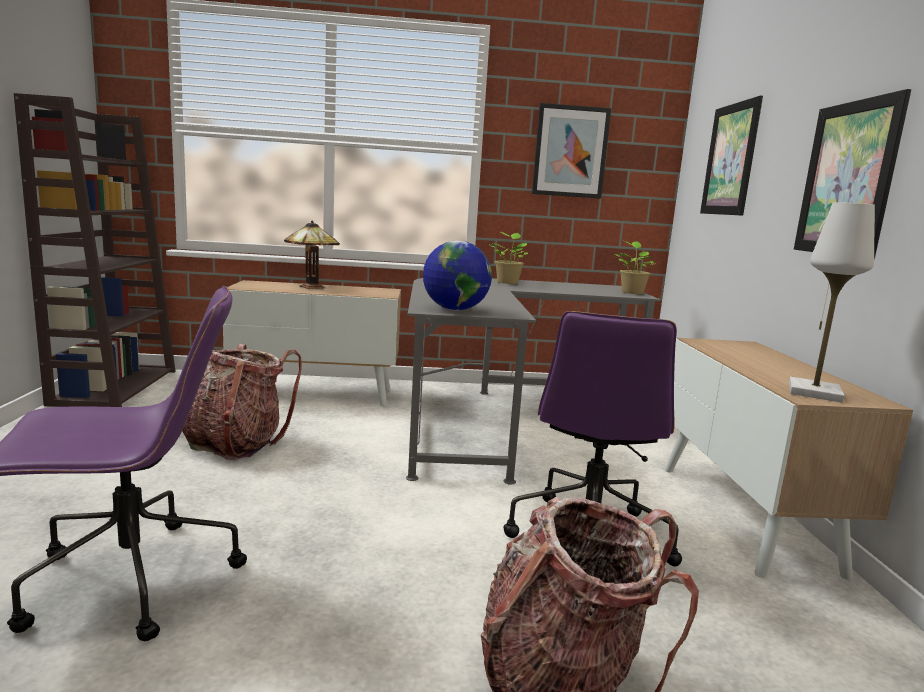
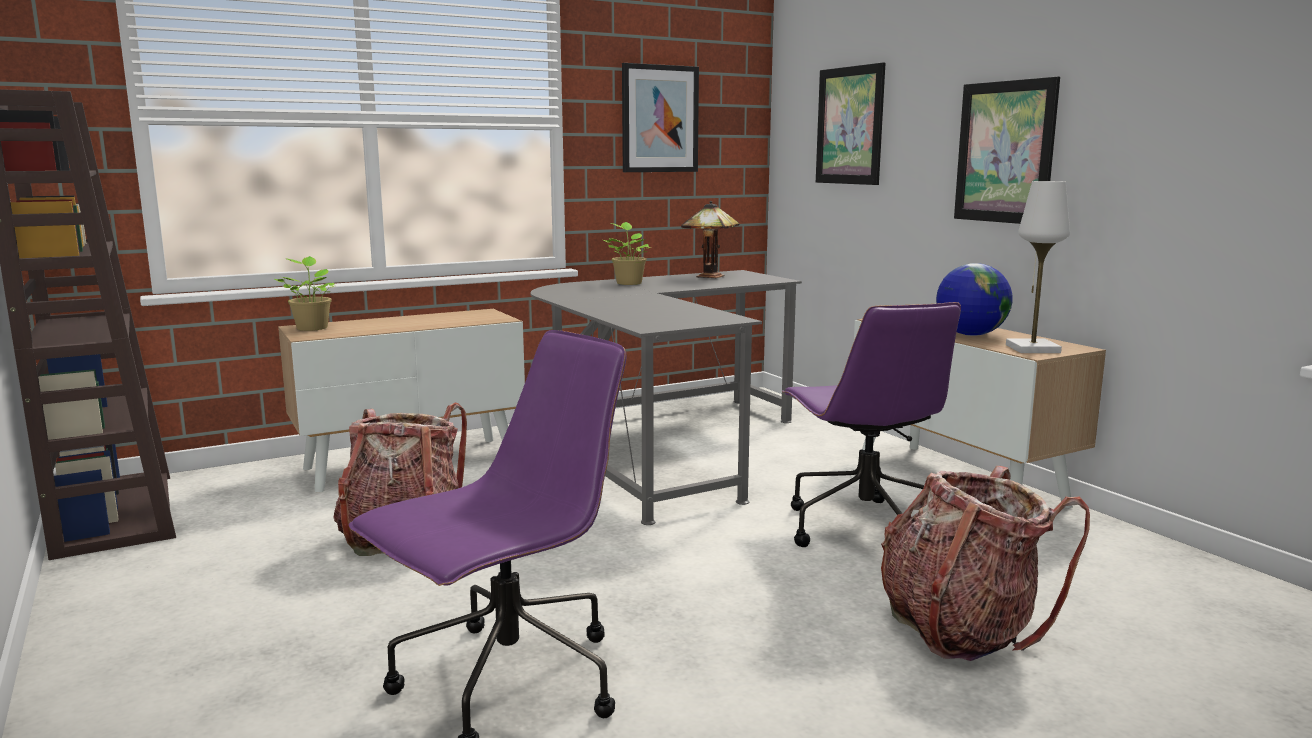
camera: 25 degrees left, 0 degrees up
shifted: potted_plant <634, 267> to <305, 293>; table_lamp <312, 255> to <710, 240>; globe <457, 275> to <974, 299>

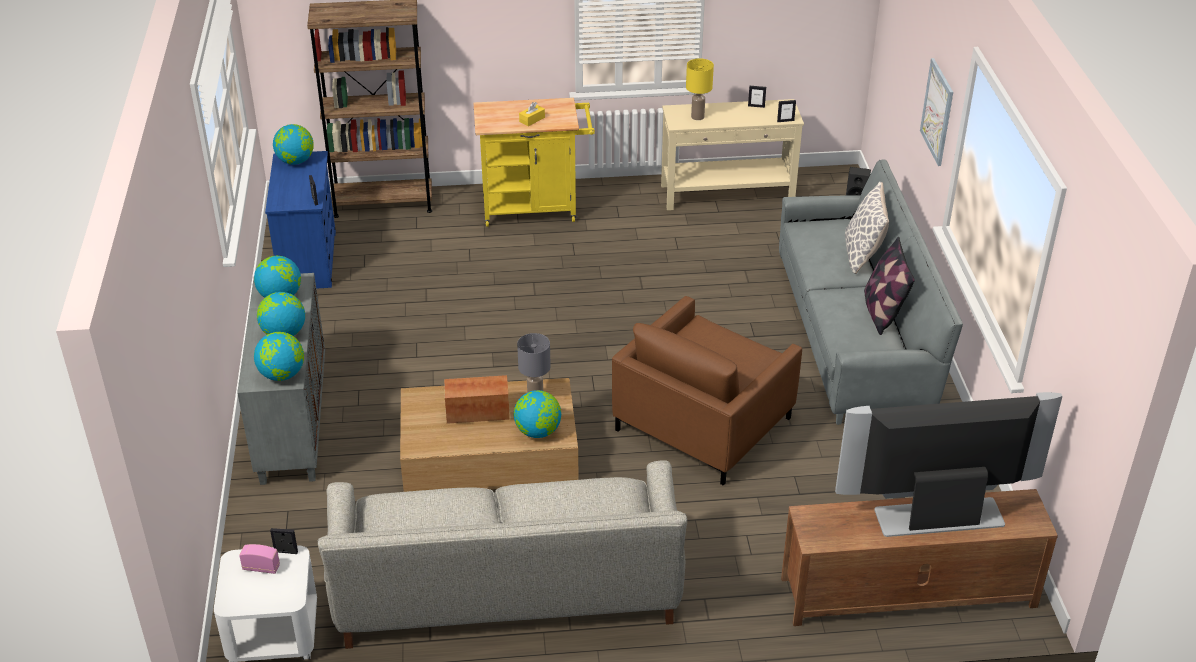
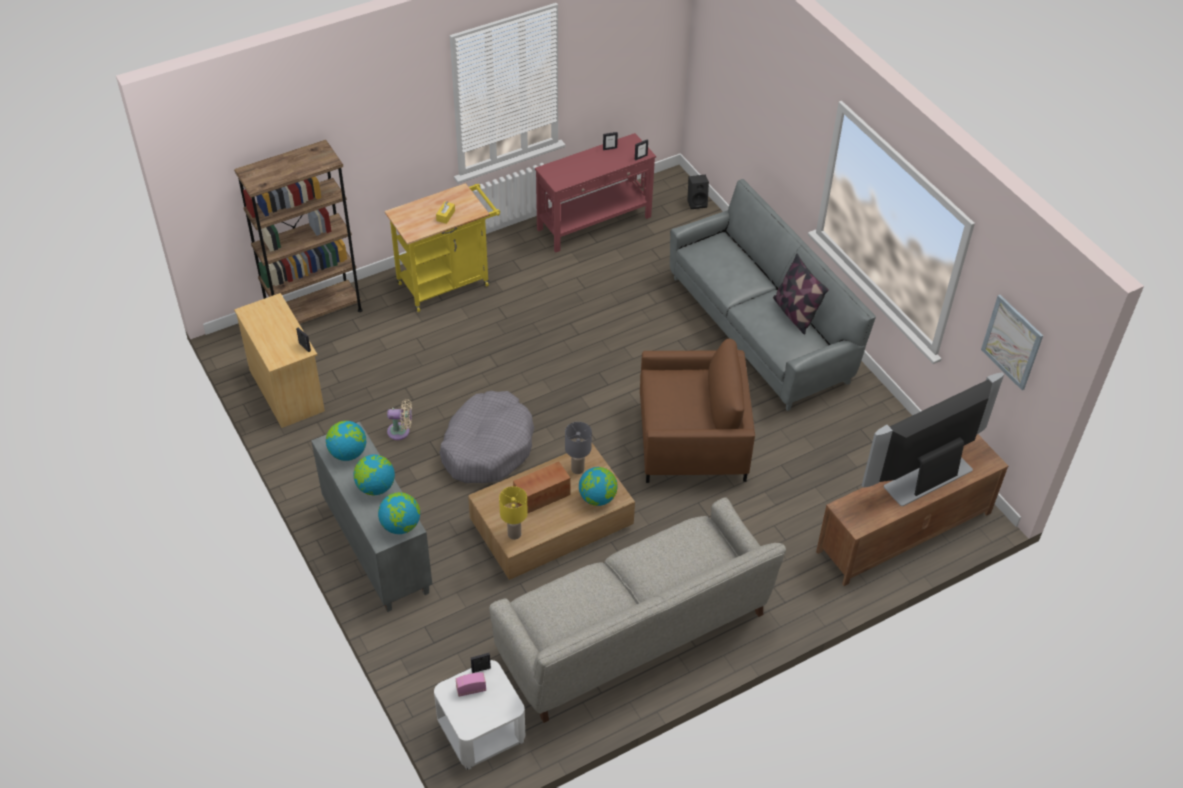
camera: 25 degrees left, 10 degrees up
gone: globe <293, 144>; pillow <867, 228>
new: beige_fan <399, 419>; grey_dog_bed <486, 437>
shifted: yellow_table_lamp <700, 89> to <513, 513>; picture <936, 112> to <1012, 342>
repainted: blue_dresser <300, 220> to beige_dresser <279, 360>; beige_console_table <732, 154> to red_console_table <595, 193>
rotated: brown_armchair <707, 391> = <697, 411> 105 degrees counterclockwise

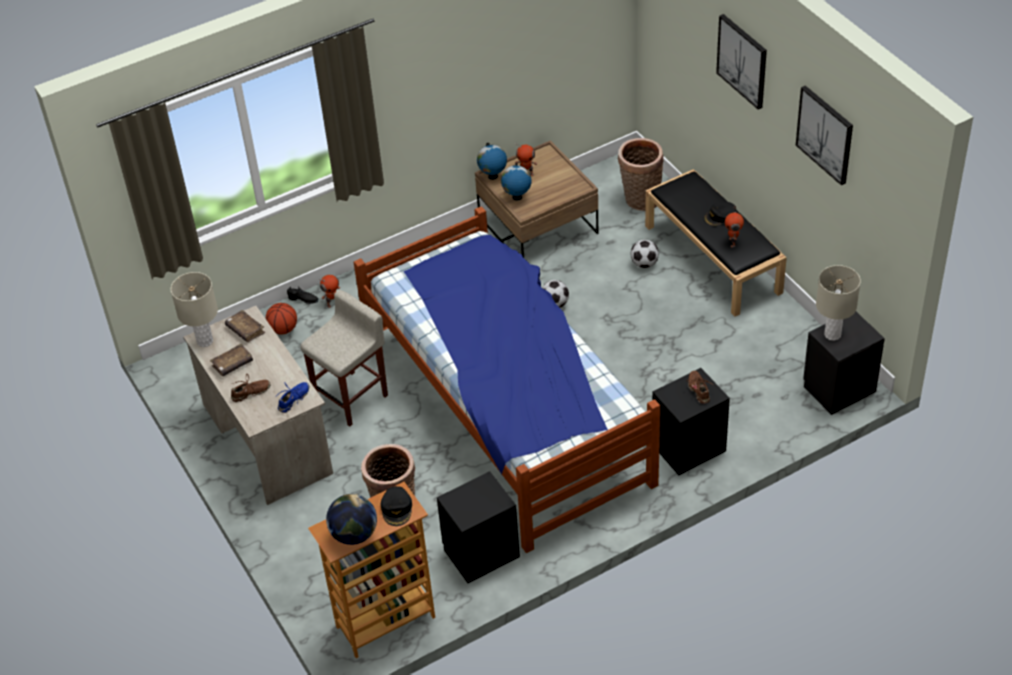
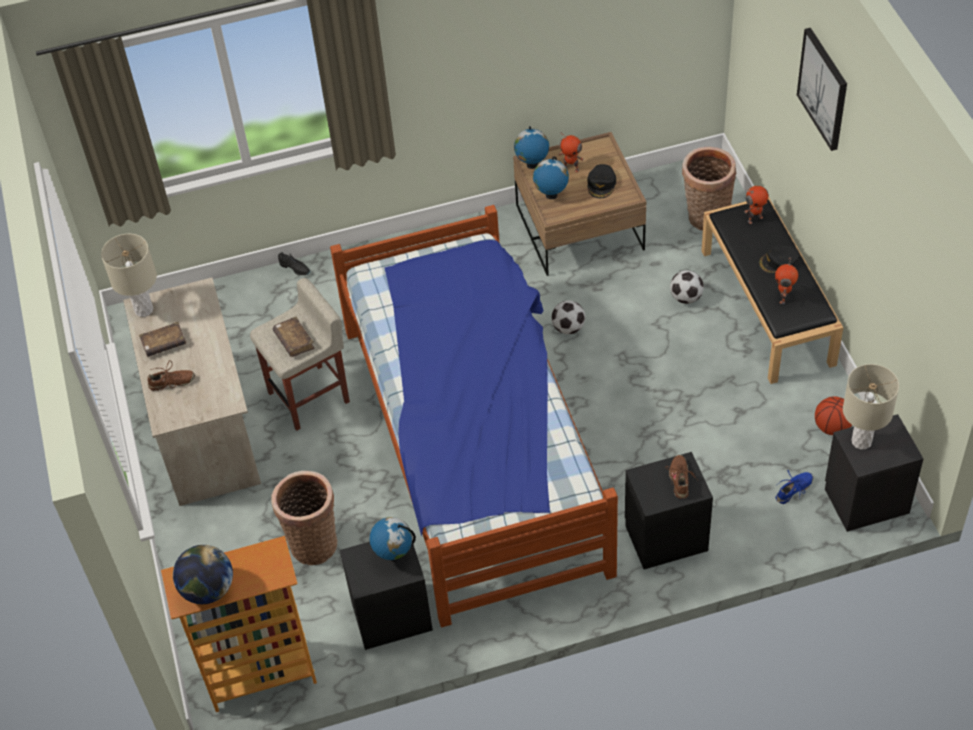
camera: 15 degrees right, 5 degrees up
gone: picture <824, 135>
new: globe <393, 539>
shifted: brown_book <245, 326> to <294, 337>; black_cap <396, 506> to <601, 181>; toy_robot <329, 291> to <756, 205>; blue_shoe <292, 397> to <794, 487>; basketball <281, 318> to <833, 416>

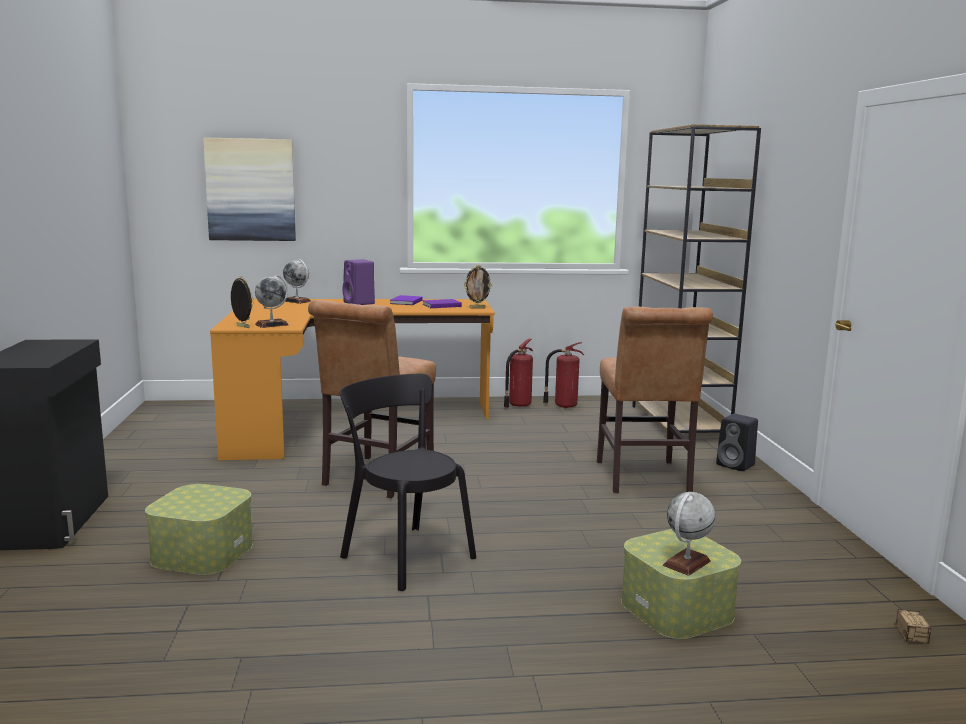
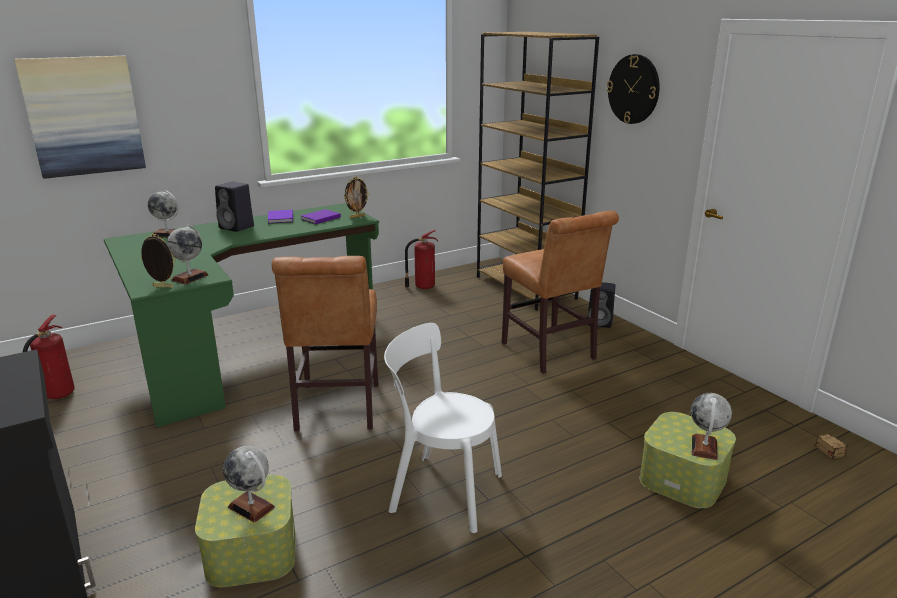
camera: 25 degrees left, 10 degrees up
new: globe <249, 484>; wall_clock <633, 89>
shifted: fire_extinguisher <518, 373> to <49, 356>
repainted: orange_desk <352, 379> to green_desk <241, 315>; purple_speaker <358, 282> to black_speaker <234, 206>; black_chair <407, 482> to white_chair <443, 428>

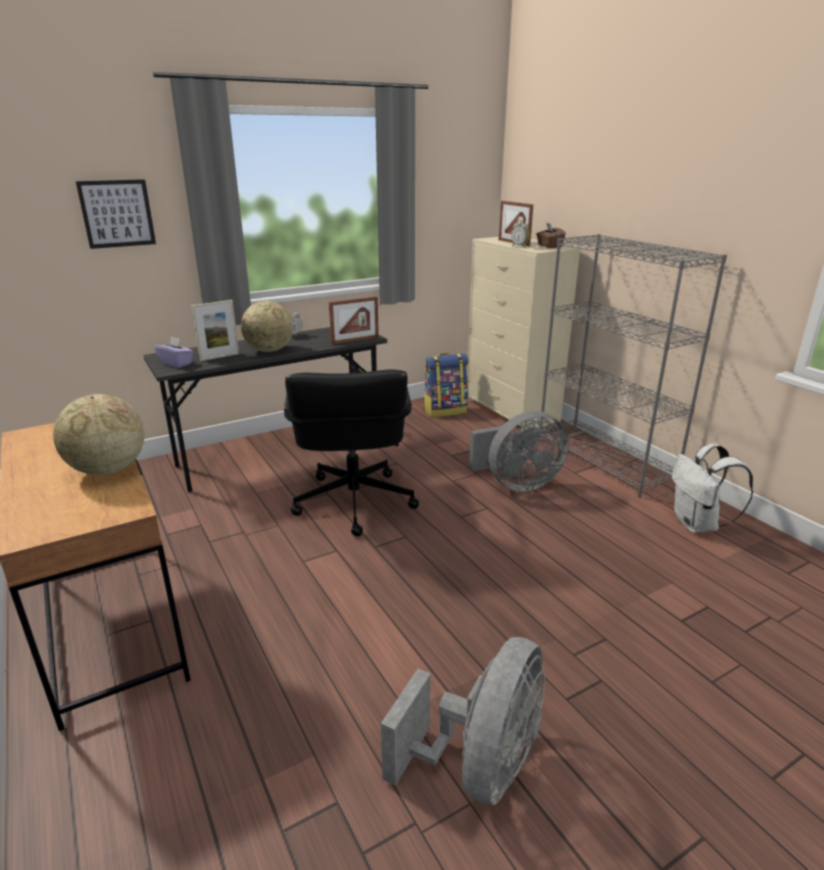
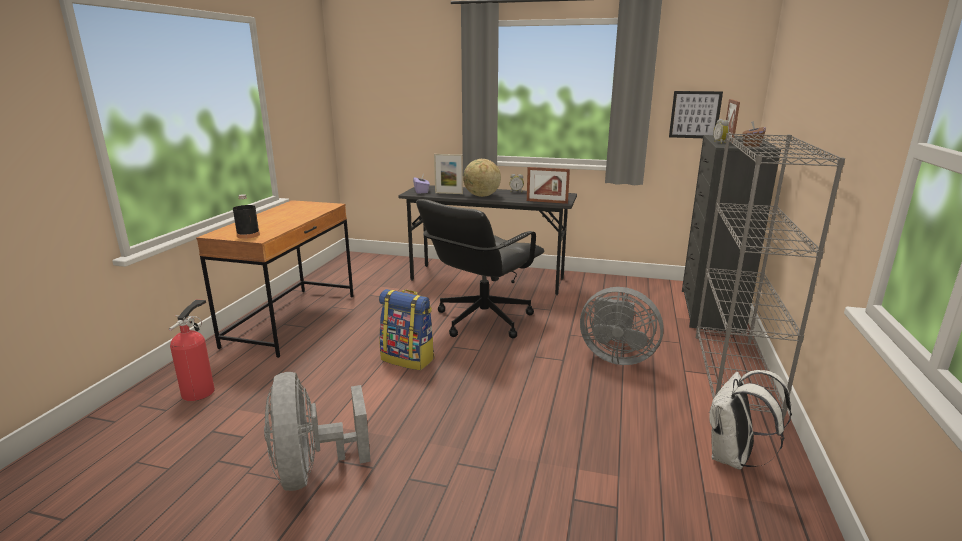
camera: 45 degrees right, 5 degrees down
gone: globe <98, 434>
new: fire_extinguisher <192, 350>; black_bottle <246, 216>
shifted: backpack <446, 385> to <406, 329>; picture <116, 214> to <696, 114>
repainted: beige_dresser <524, 334> to black_dresser <731, 234>
rotated: grey_fan <463, 721> = <317, 431> 90 degrees clockwise

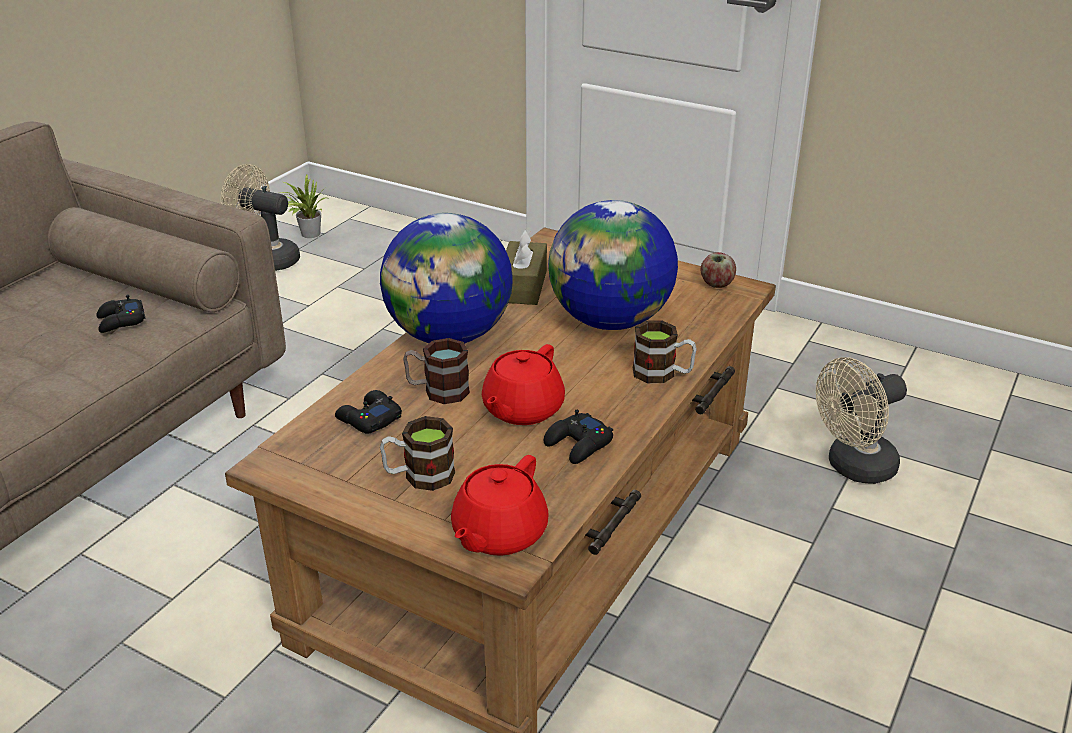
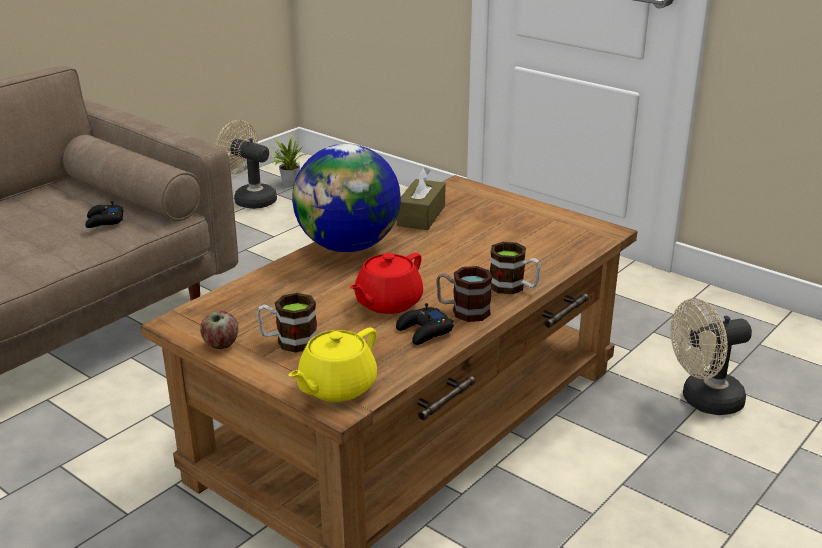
camera: 10 degrees right, 5 degrees down
gone: black_game_controller <368, 411>; globe <613, 265>
shifted: apple <718, 270> to <219, 330>; mug <436, 371> to <464, 294>
repainted: red_teapot <500, 505> to yellow_teapot <332, 365>

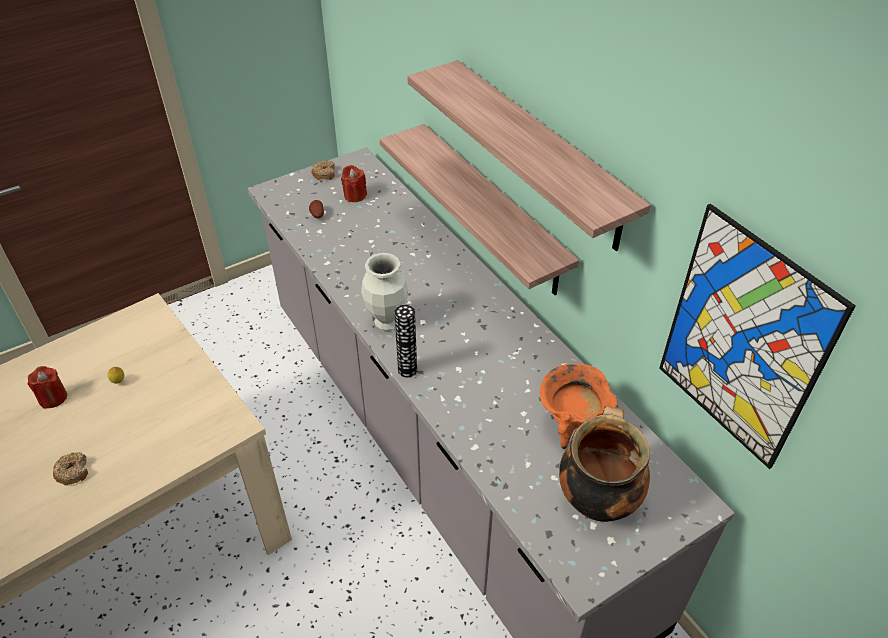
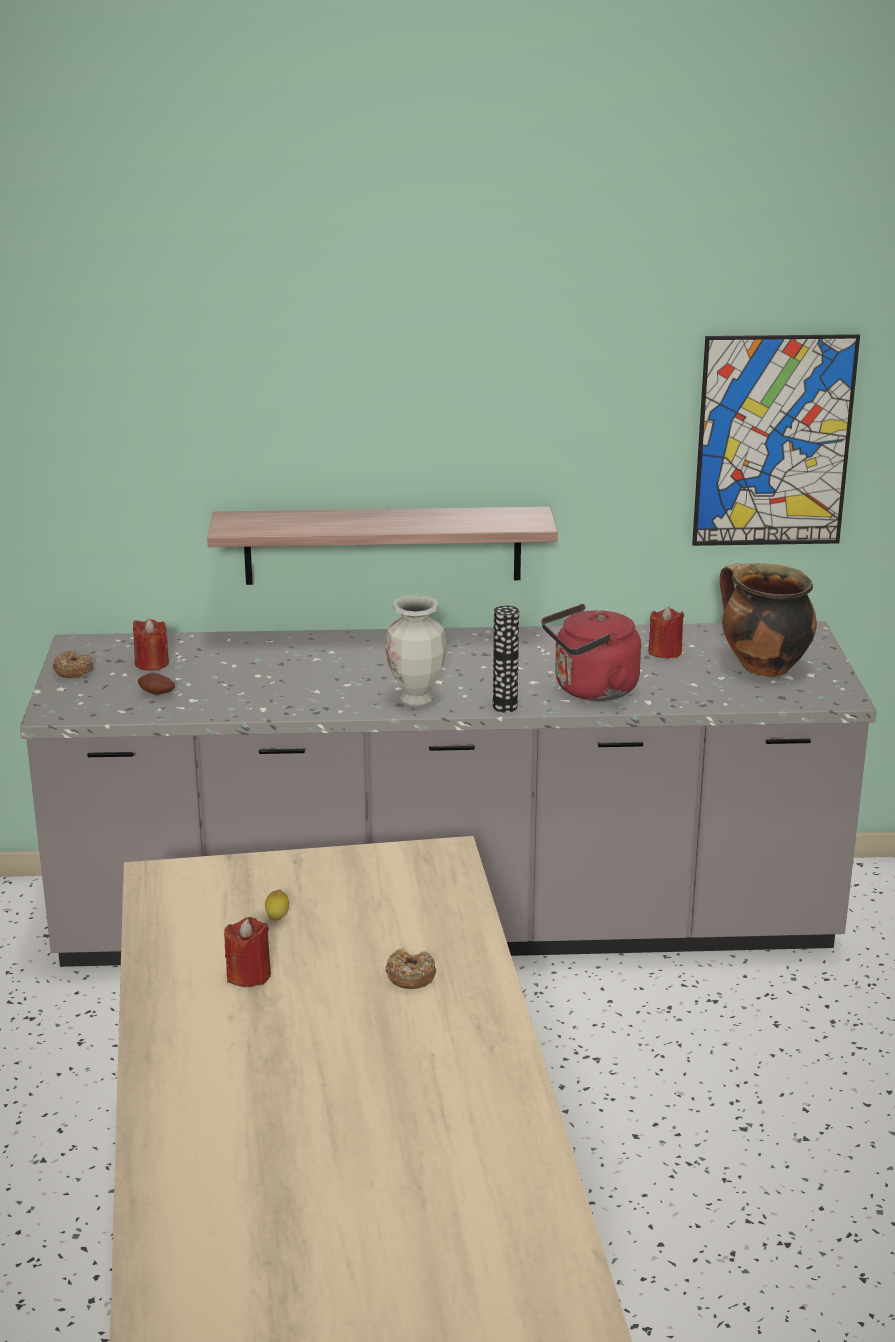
camera: 60 degrees left, 20 degrees down
gone: shelf <529, 155>
new: red_kettle <591, 652>
swapped: orange_cooking_pot <578, 406> to red_candle <666, 632>

